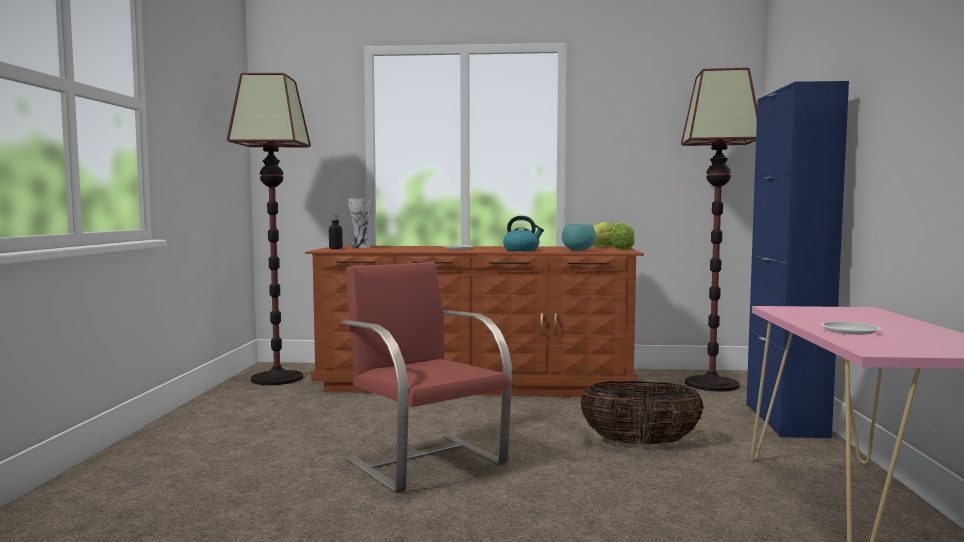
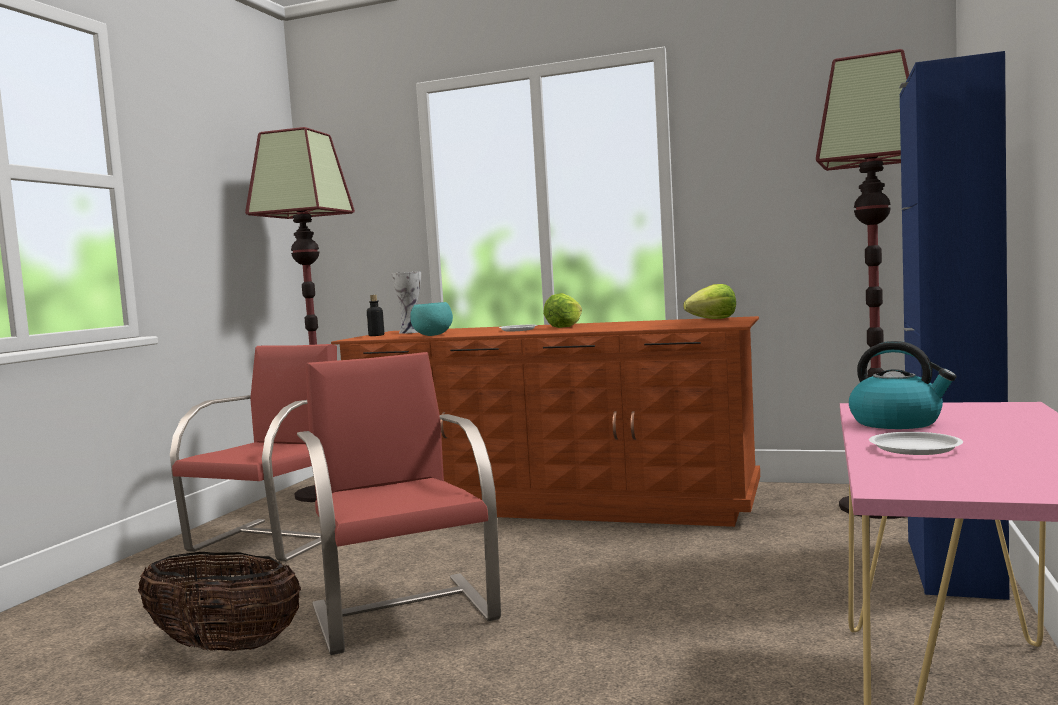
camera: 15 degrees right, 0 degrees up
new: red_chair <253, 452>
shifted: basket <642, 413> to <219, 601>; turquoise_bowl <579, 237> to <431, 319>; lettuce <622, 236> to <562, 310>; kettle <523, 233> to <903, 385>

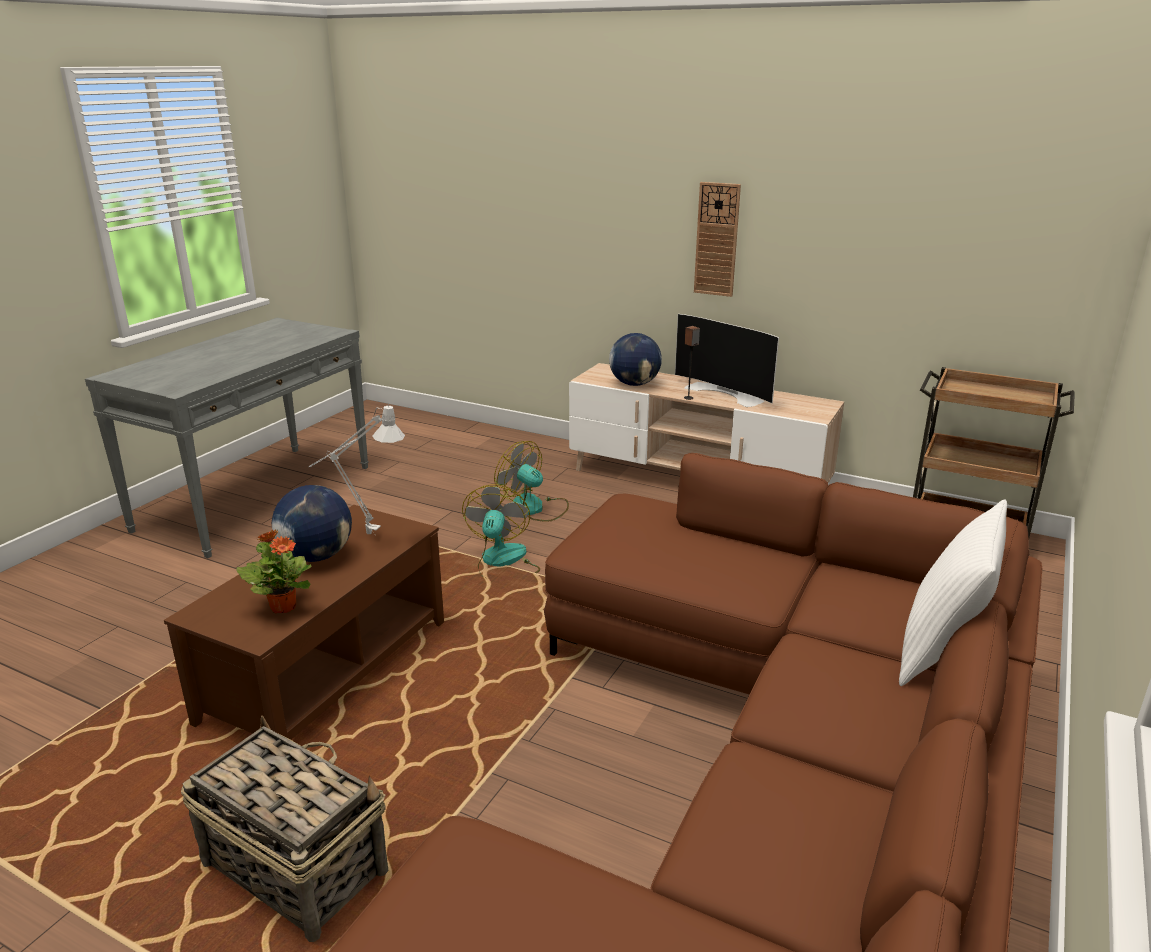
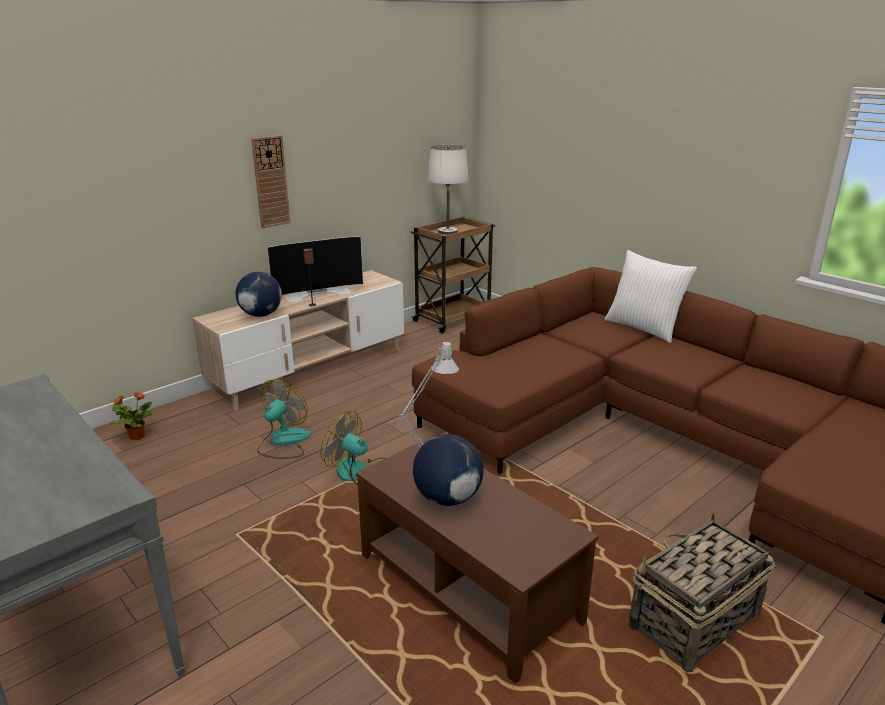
camera: 70 degrees left, 0 degrees up
new: white_table_lamp <448, 190>
shifted: potted_plant <273, 571> to <131, 416>
rotated: fan <531, 481> = <284, 419> 150 degrees clockwise

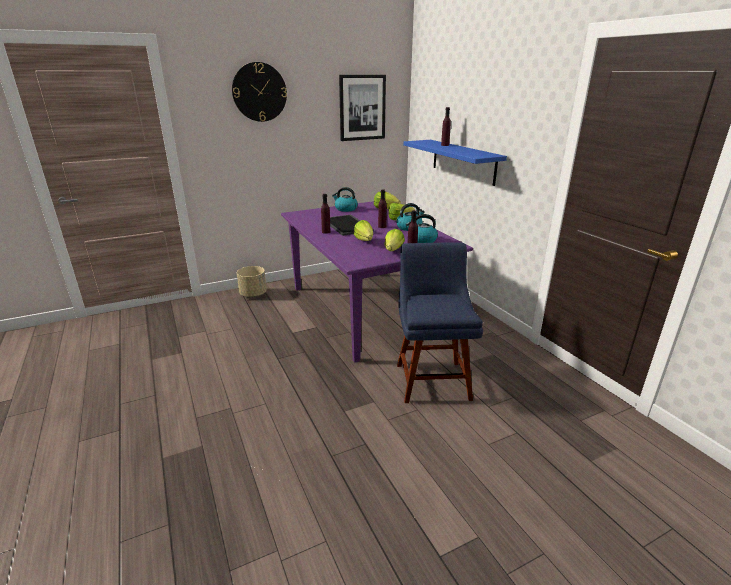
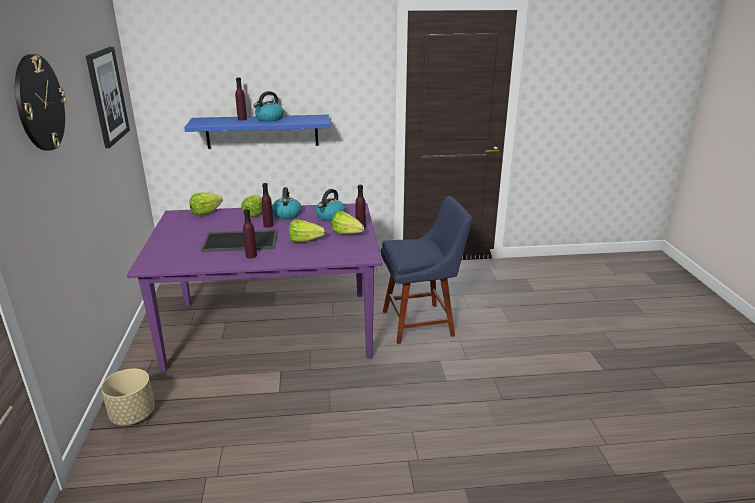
camera: 70 degrees left, 0 degrees up
shifted: kettle <345, 199> to <268, 106>
rotated: blue_chair <440, 322> = <427, 270> 150 degrees clockwise

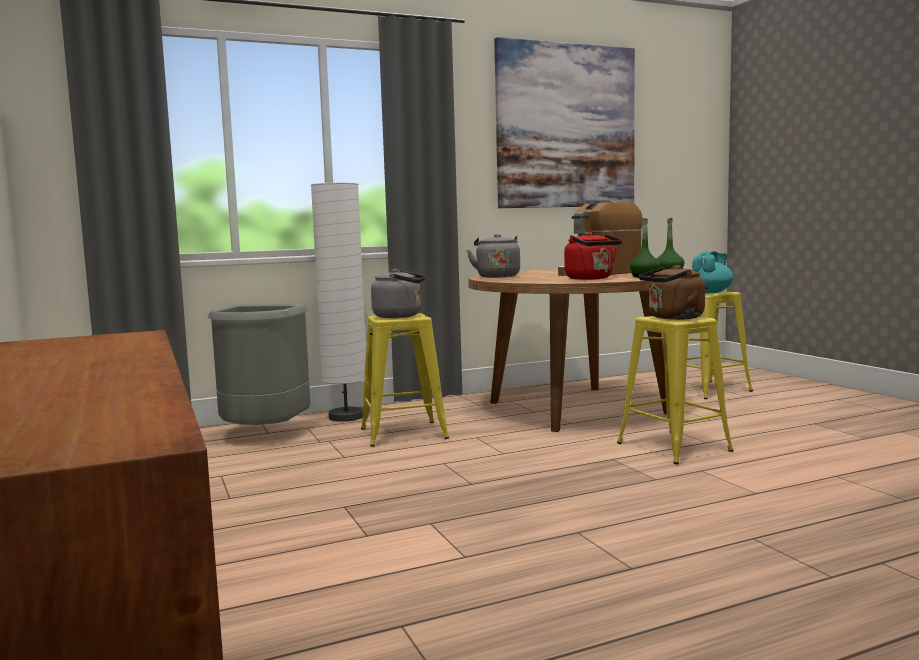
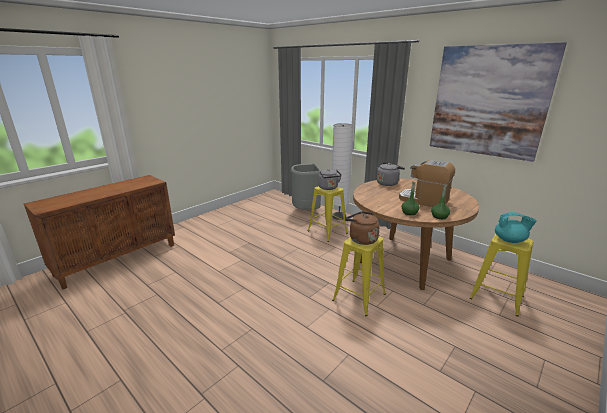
camera: 65 degrees right, 15 degrees up
gone: red_kettle <593, 256>

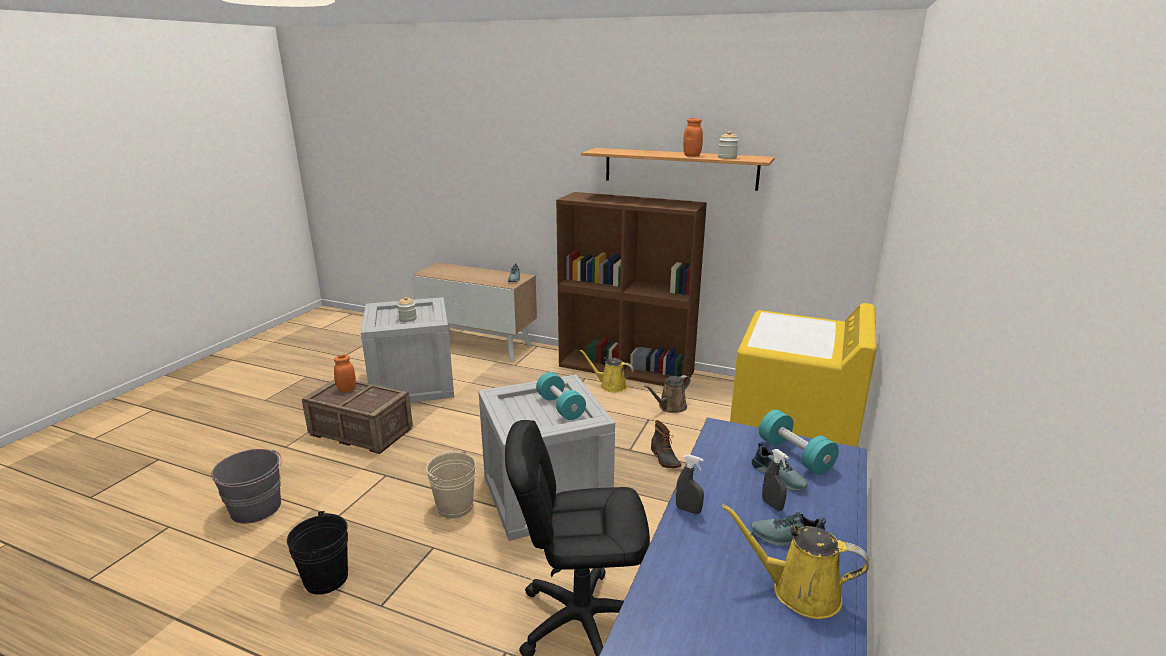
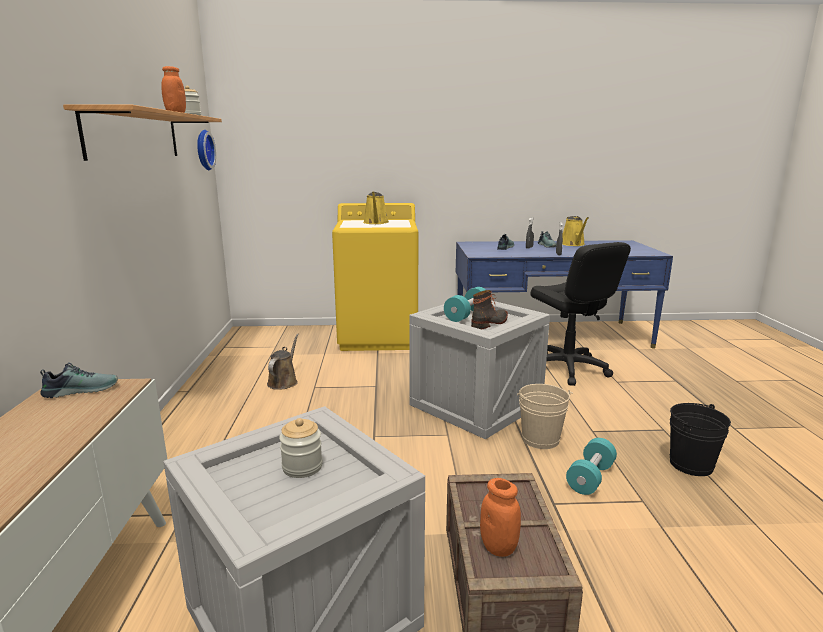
camera: 115 degrees left, 5 degrees down
gone: grey_bucket <246, 486>; brown_bookcase <631, 289>
new: wall_clock <206, 150>
shifted: yellow_watering_can <606, 371> to <376, 208>; boot <666, 444> to <489, 309>; turquoise_dumbbell <799, 442> to <591, 466>
rotated: brown_watering_can <667, 394> = <283, 362> 105 degrees counterclockwise

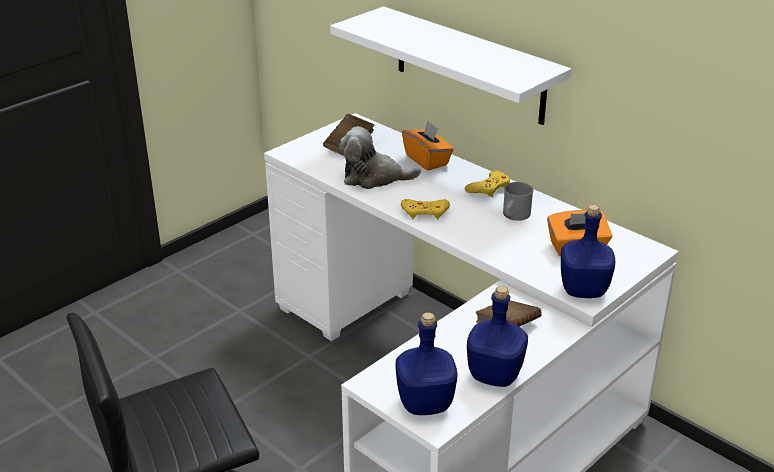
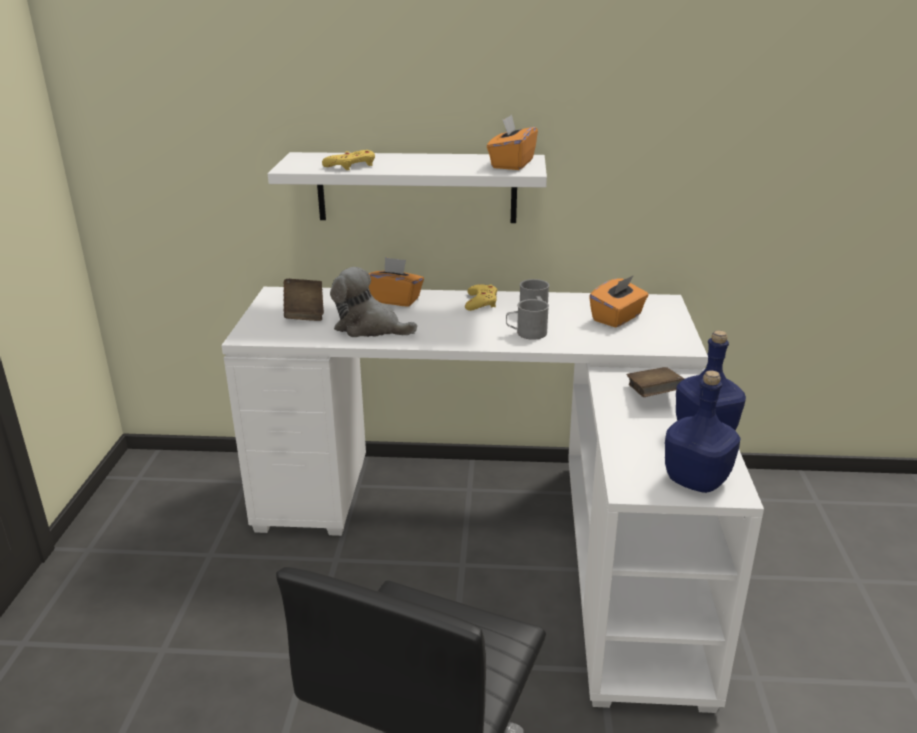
camera: 40 degrees left, 5 degrees down
gone: blue_bottle <588, 251>
new: orange_tissue_box <512, 142>; grey_mug <527, 319>
shifted: yellow_game_controller <425, 209> to <348, 160>
rotated: plush_toy <379, 157> = <373, 302> 60 degrees clockwise

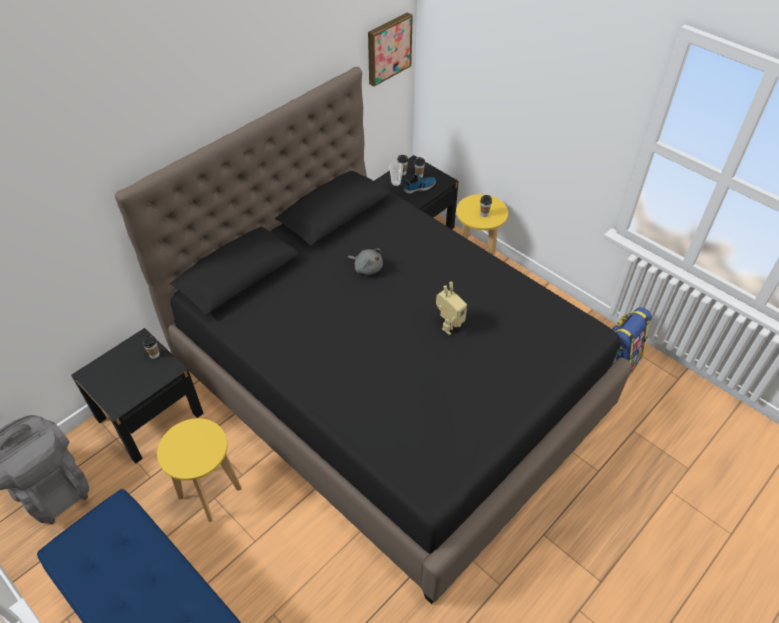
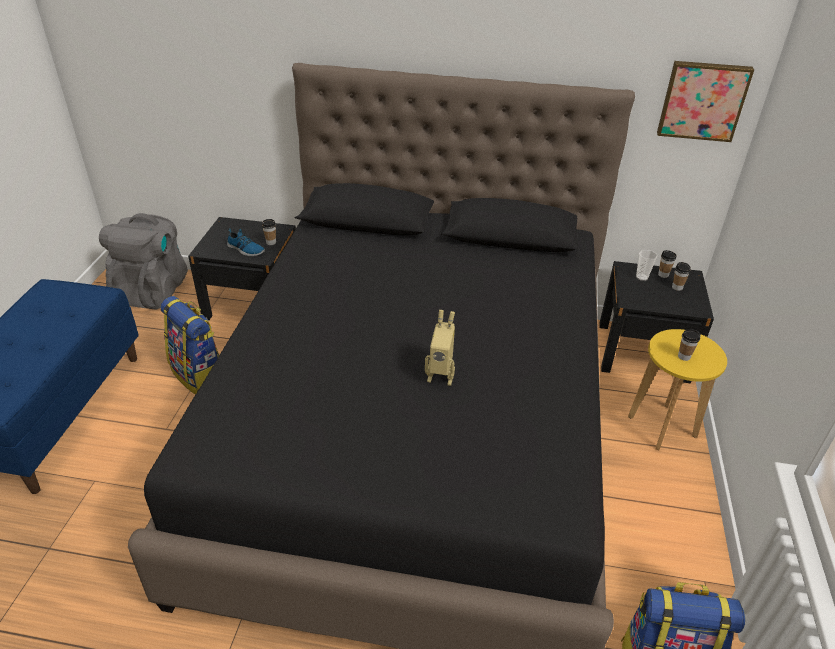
camera: 55 degrees right, 10 degrees down
gone: grey_plush_toy <365, 262>
shifted: shoe <420, 183> to <246, 242>
swapped: yellow_stool <199, 470> to backpack <189, 345>

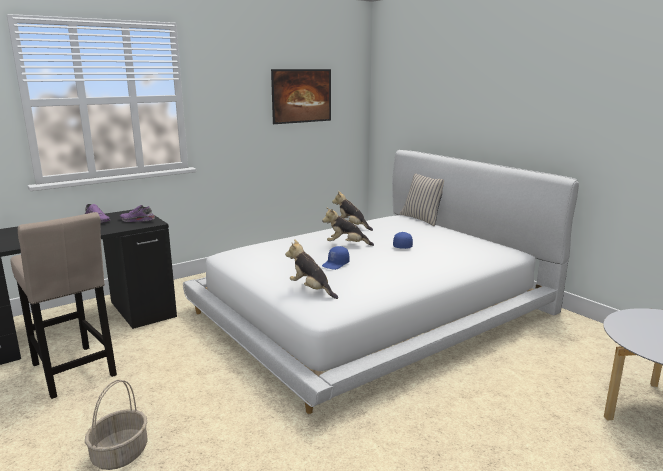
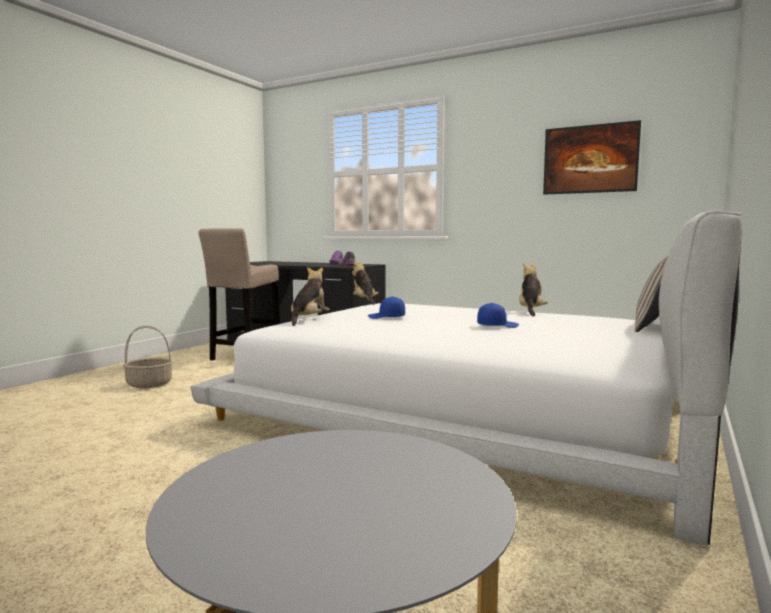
camera: 65 degrees right, 10 degrees down
shifted: plush_toy <348, 226> to <365, 283>

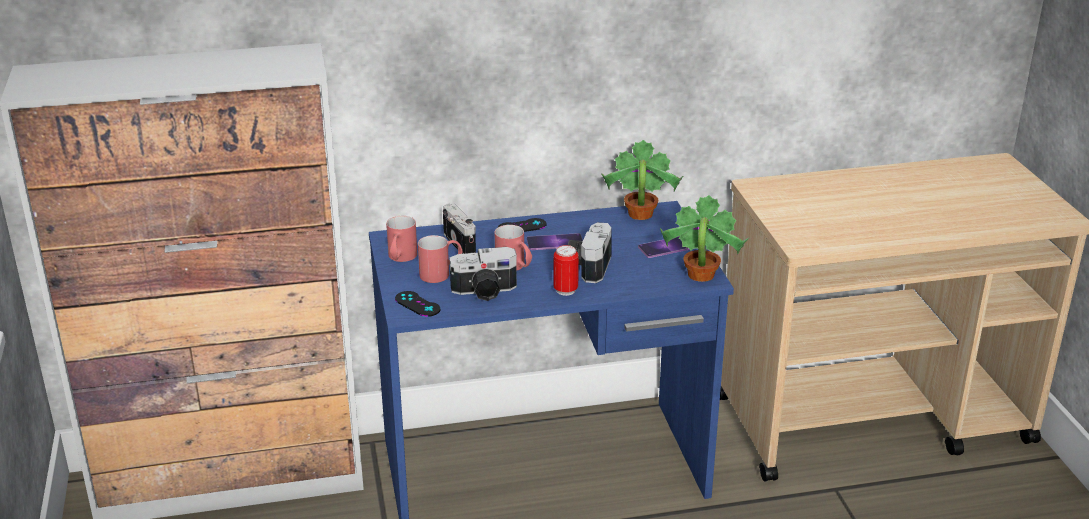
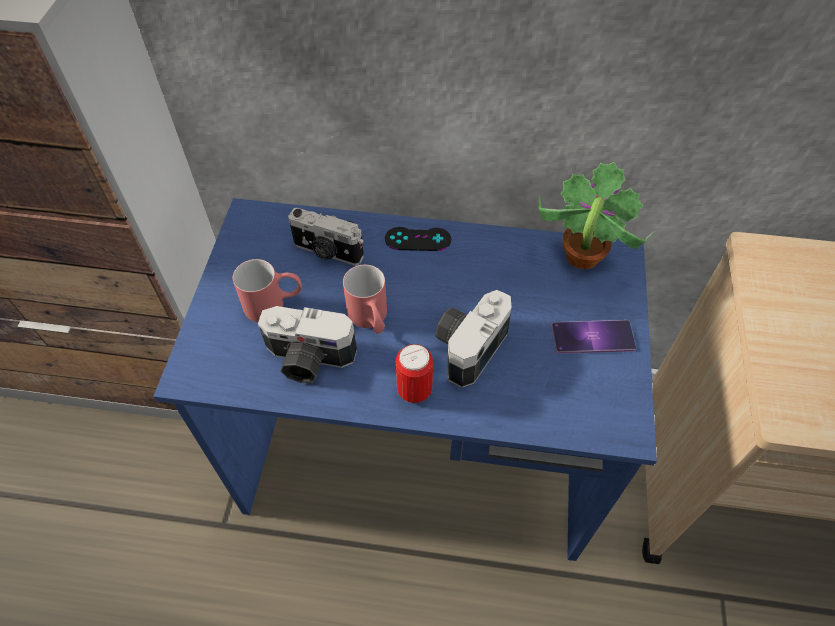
camera: 20 degrees right, 25 degrees up
gone: red_mug <401, 239>; black_game_controller <417, 304>; phone <555, 241>; potted_plant <704, 238>
rotated: photo_camera <459, 228> = <326, 236> 120 degrees clockwise

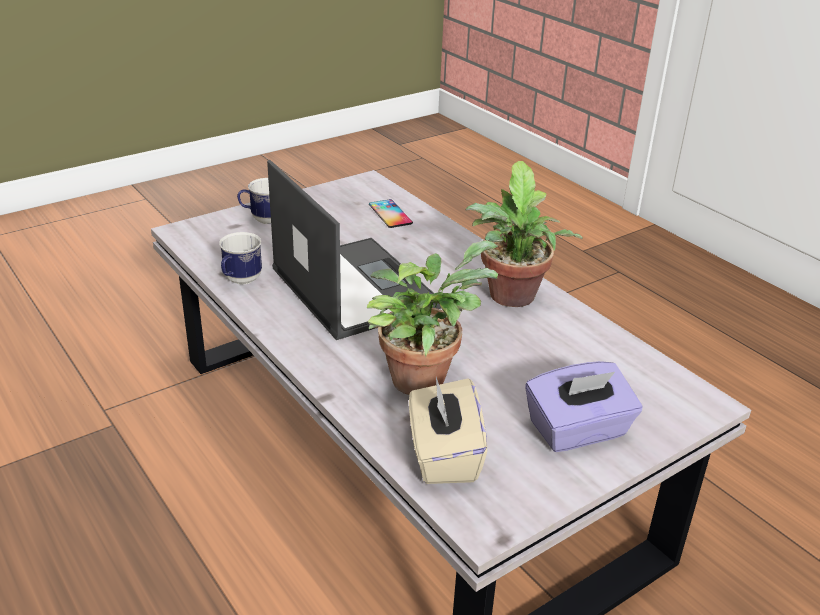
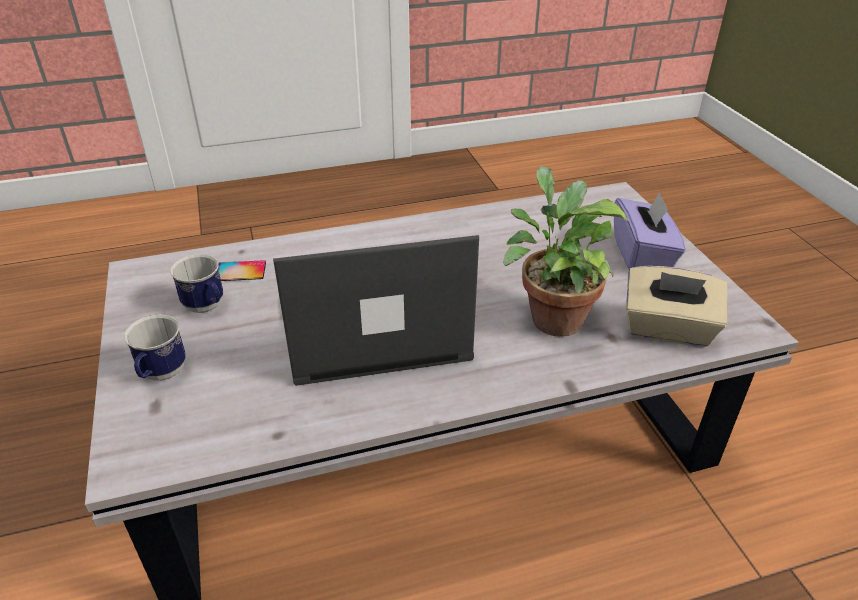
camera: 70 degrees left, 5 degrees up
gone: potted_plant <524, 234>
shifted: mug <240, 258> to <196, 283>

